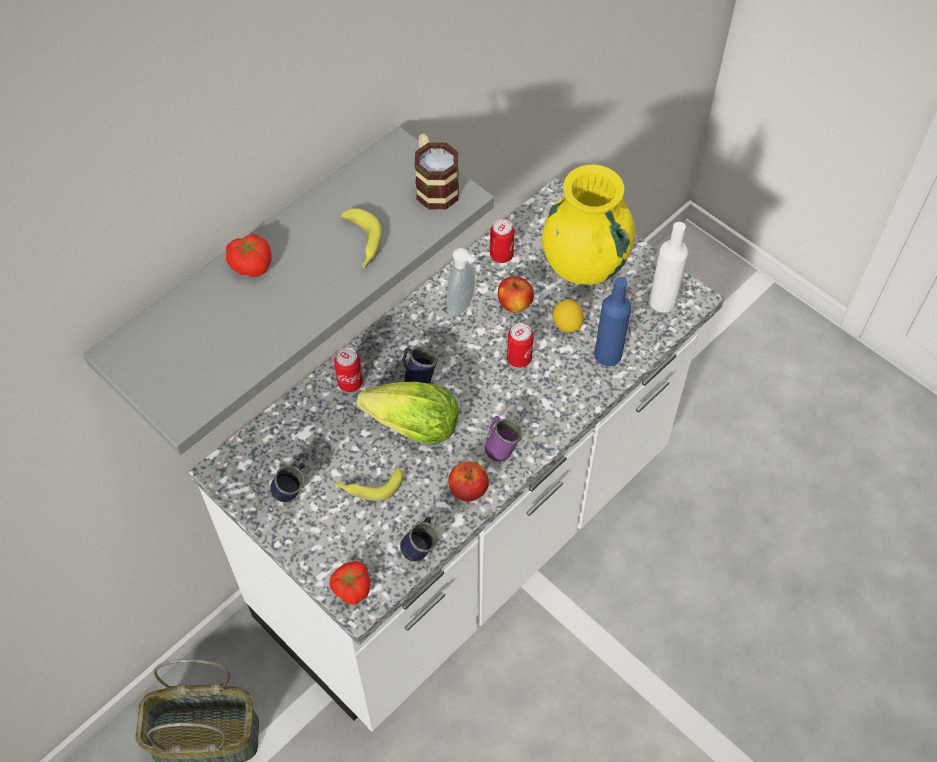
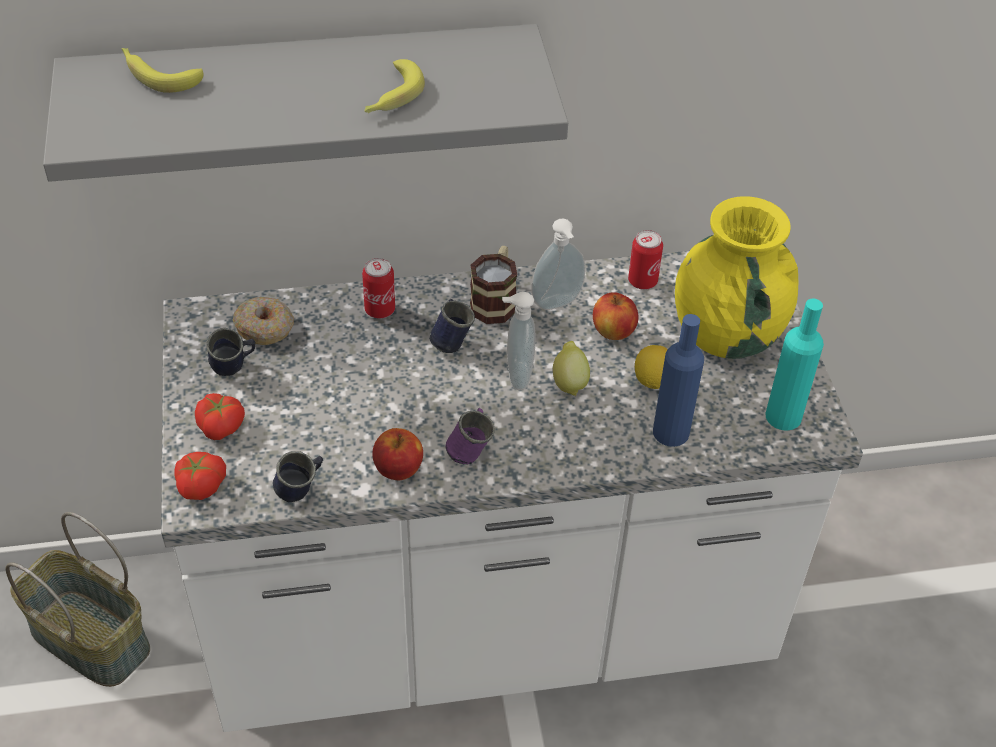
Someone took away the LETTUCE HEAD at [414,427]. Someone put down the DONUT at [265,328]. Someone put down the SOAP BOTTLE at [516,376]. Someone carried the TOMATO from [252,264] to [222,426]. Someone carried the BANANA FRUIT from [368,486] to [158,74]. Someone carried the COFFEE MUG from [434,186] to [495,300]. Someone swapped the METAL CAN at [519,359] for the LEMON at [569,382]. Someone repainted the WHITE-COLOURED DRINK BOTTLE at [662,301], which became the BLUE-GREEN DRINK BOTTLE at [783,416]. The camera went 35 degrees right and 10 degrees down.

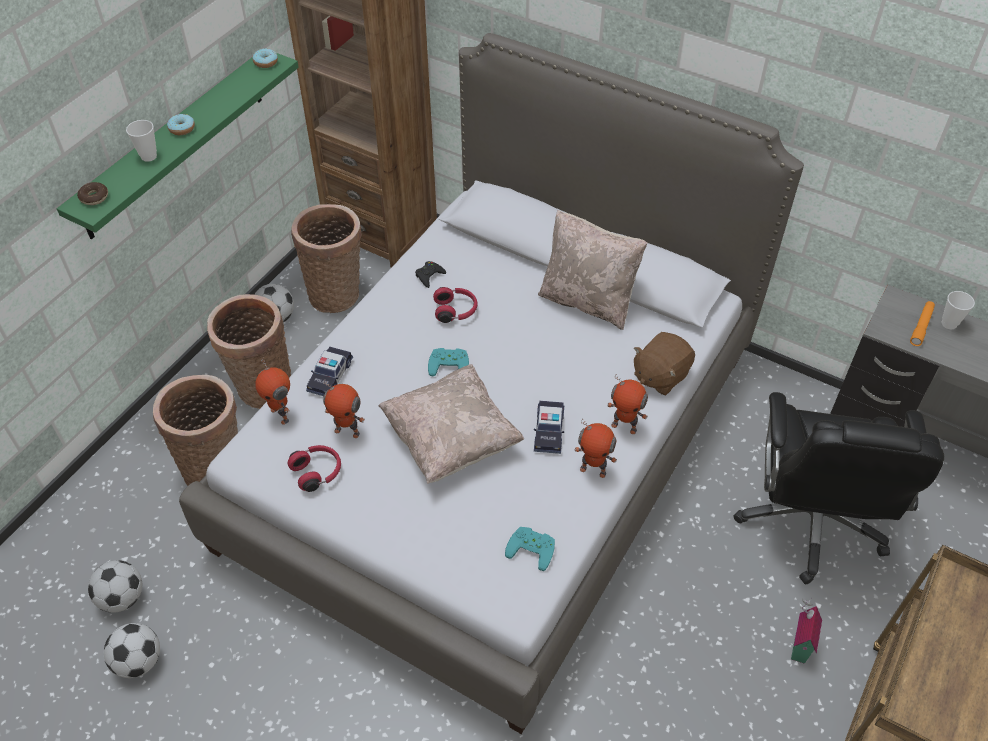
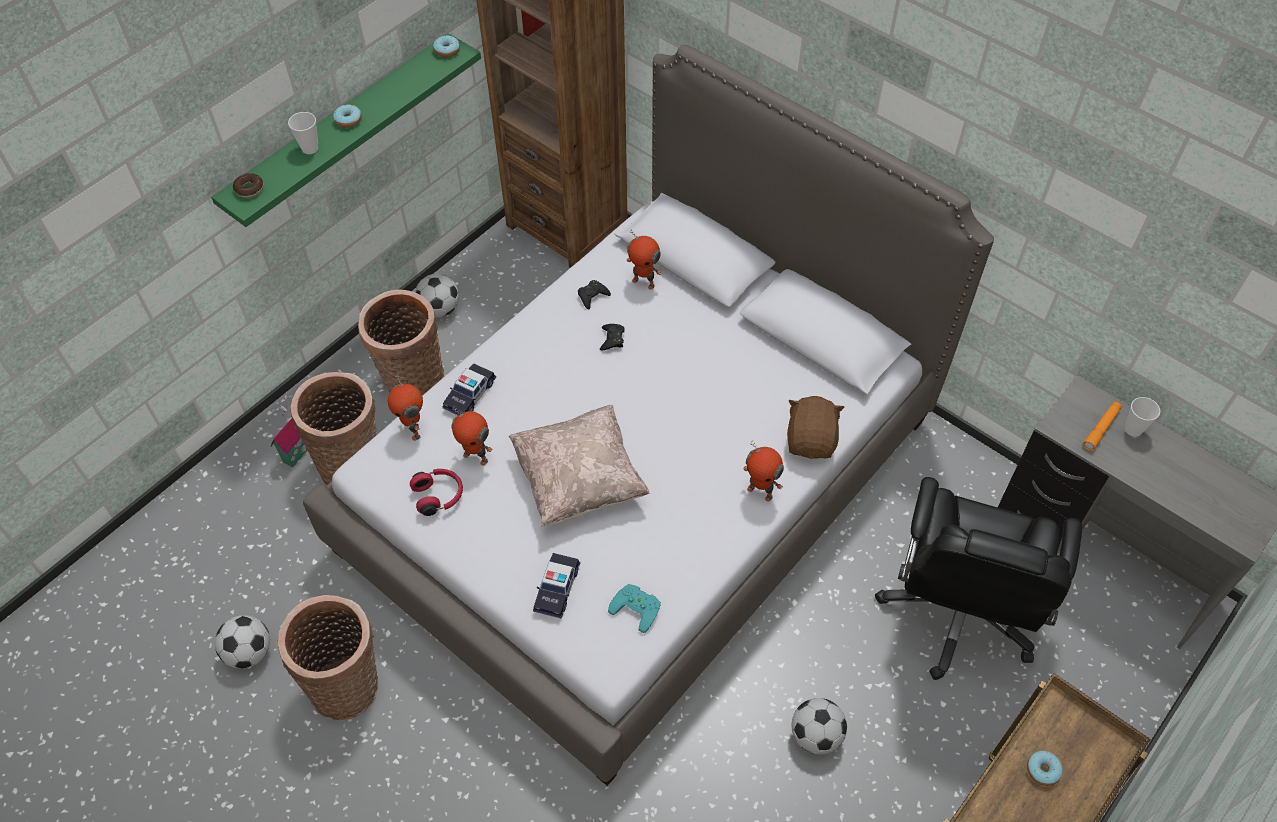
Someone took away the BLUE-GREEN GAME CONTROLLER at [449,363]. Someone took away the BEIGE-COLOURED PILLOW at [587,301]. Someone put down the DONUT at [1042,770]. Someone carried the FOOTBALL from [122,598] to [816,735]. Someone carried the STORAGE BASKET from [336,292] to [349,685]. Someone carried the MODEL CAR from [549,431] to [557,588]. Someone carried the ROBOT FIGURE from [593,470] to [644,282]. Someone carried the MINIATURE HOUSE from [797,646] to [295,453]. Someone swapped the RED HEADPHONES at [456,310] for the BLACK GAME CONTROLLER at [612,339]. Someone rotated the BROWNISH SOFT TOY at [660,375] by 135 degrees clockwise. The camera went 10 degrees right and 5 degrees up.

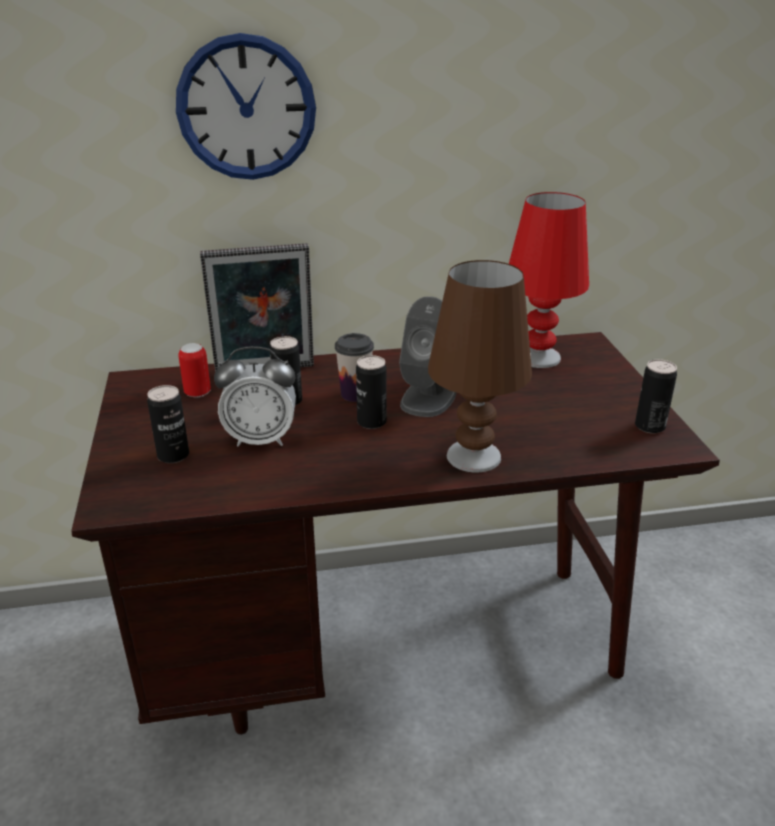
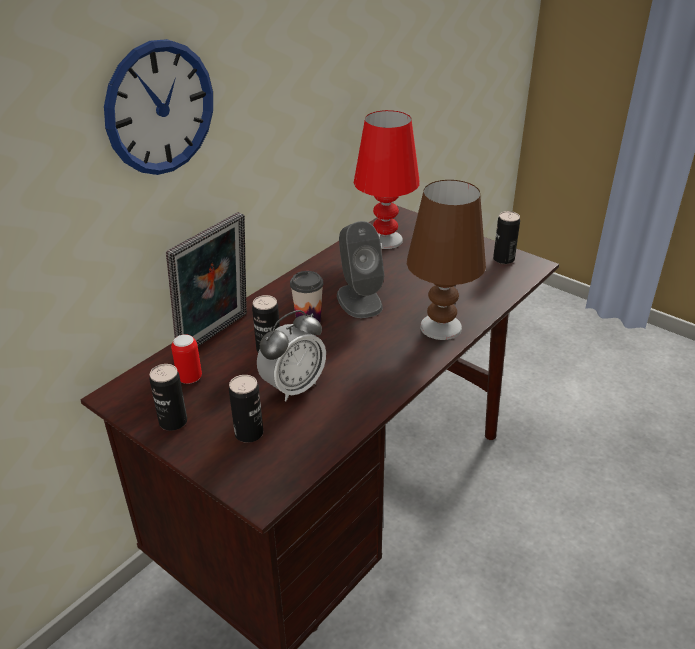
Someone carried the METAL CAN from [371,422] to [173,422]. The camera went 40 degrees left and 5 degrees up.

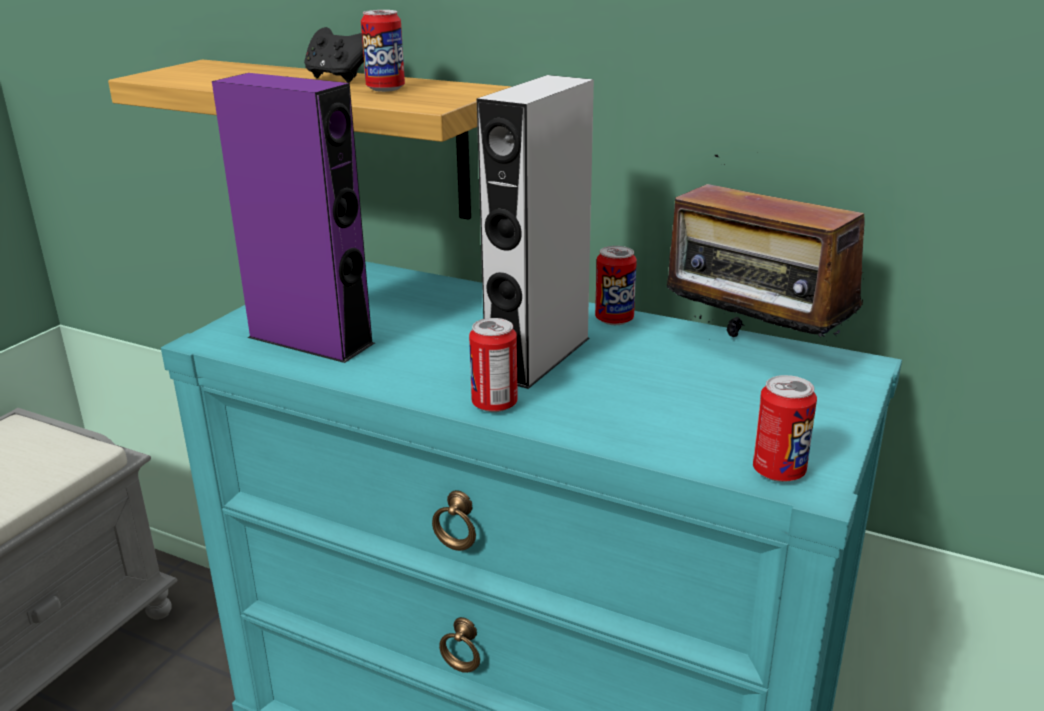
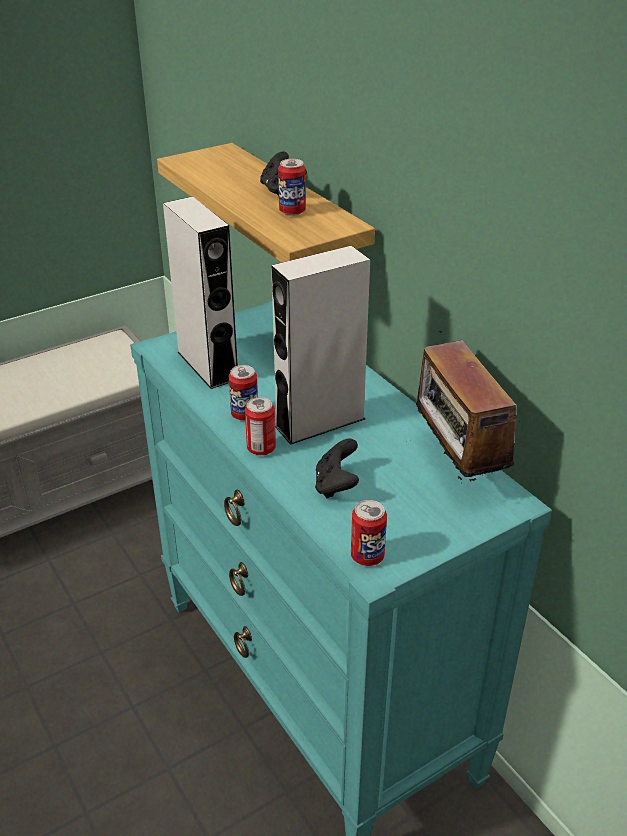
Someone put down the BLACK GAME CONTROLLER at [336,485]. Someone carried the METAL CAN from [614,320] to [244,415]. Someone repainted the PURPLISH SPEAKER at [311,340], which became the GREY SPEAKER at [207,365]. The camera went 30 degrees right and 10 degrees up.

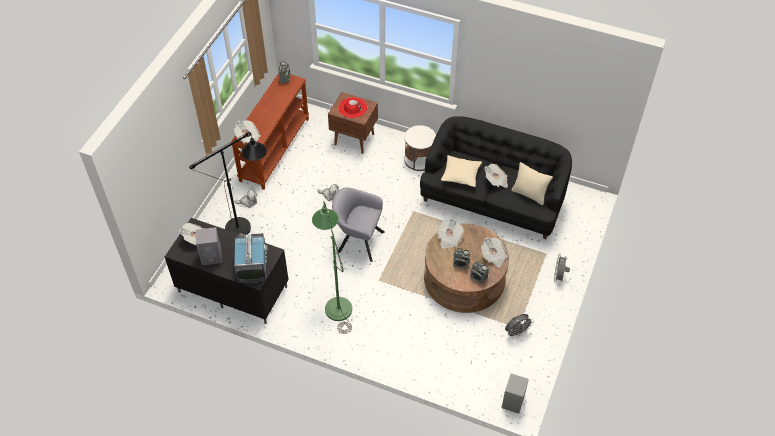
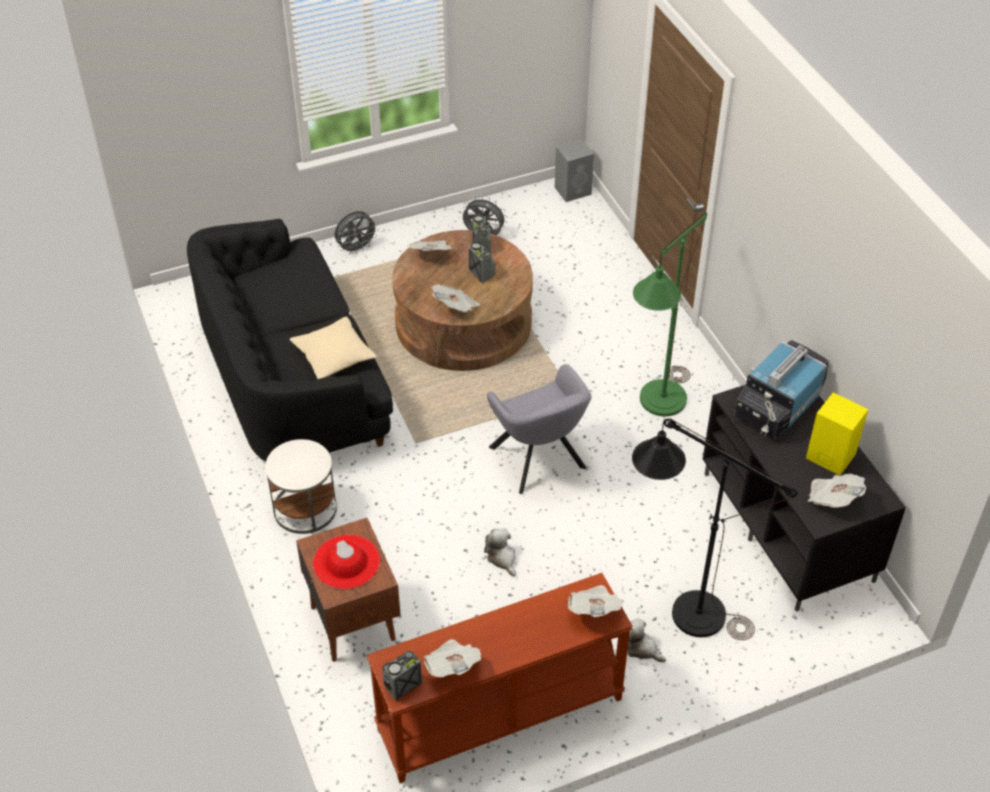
Someone took away the BEIGE-COLOURED PILLOW at [529,194]. Someone carried the PRINTED PAPER from [496,181] to [452,666]. Someone repainted the GREY SPEAKER at [212,256], which became the YELLOW SPEAKER at [829,455]. The camera went 135 degrees left and 5 degrees down.

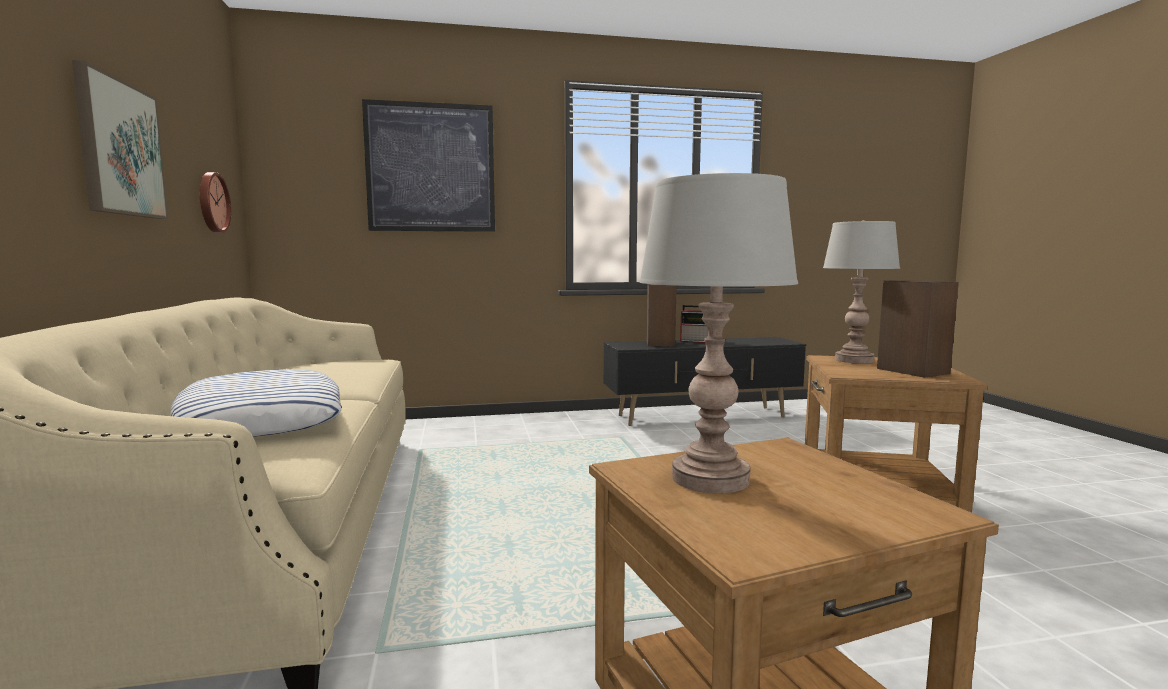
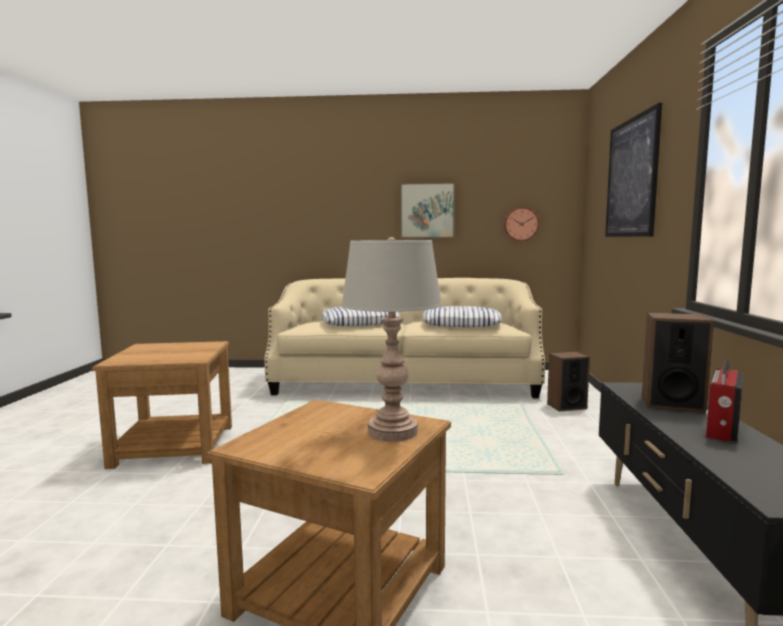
Someone took away the GREY TABLETOP LAMP at [710,478]. Someone put down the PILLOW at [461,324]. Someone carried the SPEAKER from [912,371] to [566,406]. The camera went 105 degrees right and 0 degrees up.

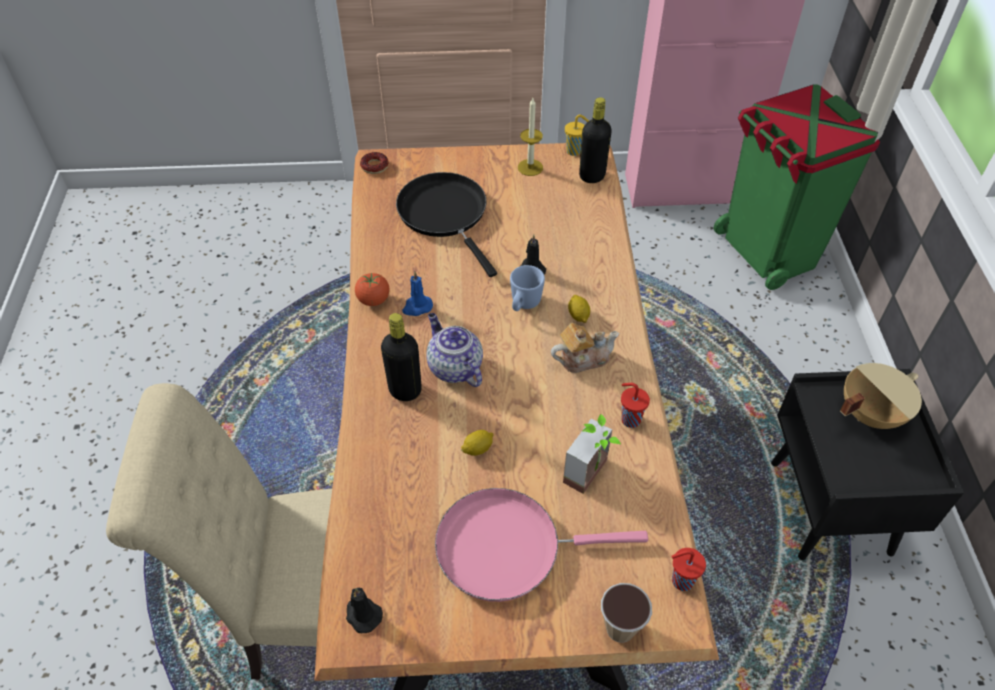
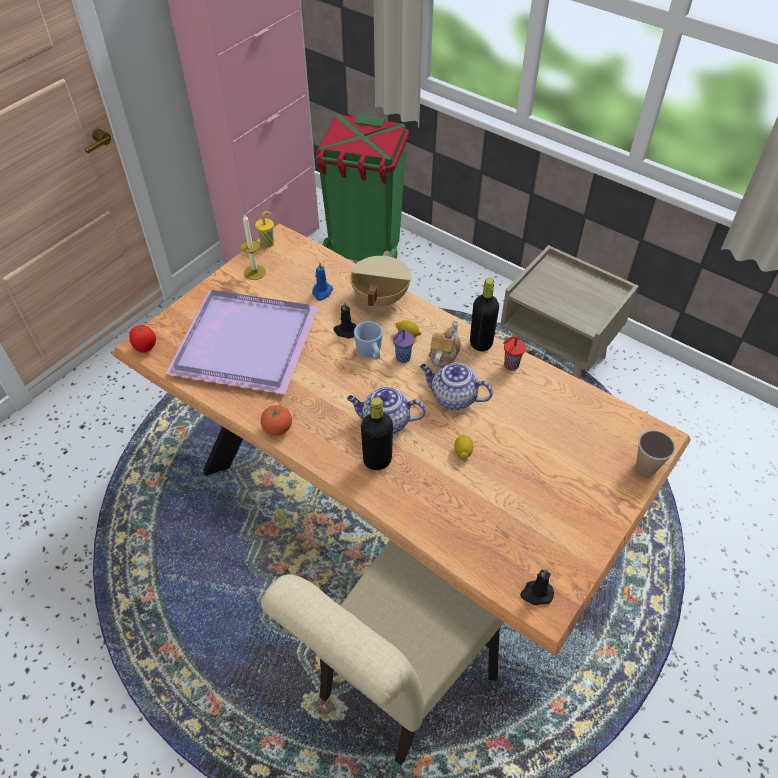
Someone took away the PINK SKILLET at [507,547]. Someone took away the POTTED PLANT at [593,476]. Someone took away the RED SMALL CUP at [680,581]. Someone put down the PURPLISH SMALL CUP at [402,358]. Someone put down the POT FOR TEA at [453,398]. Someone carried the BLUE-COLOURED CANDLE from [417,307] to [322,292]. Someone carried the BLACK DRINK BOTTLE from [592,176] to [481,343]. Someone carried the BEIGE-COLOURED STOCKPOT from [869,413] to [379,298]. Someone swapped the DONUT at [374,166] for the TOMATO at [146,348]. Someone swapped the BLACK SKILLET at [445,214] for the PURPLISH TRAY at [244,341]. Someone repainted the BLACK BEDSIDE TABLE at [832,508], which became the BEIGE-COLOURED BEDSIDE TABLE at [556,359]. The camera went 50 degrees left and 0 degrees up.

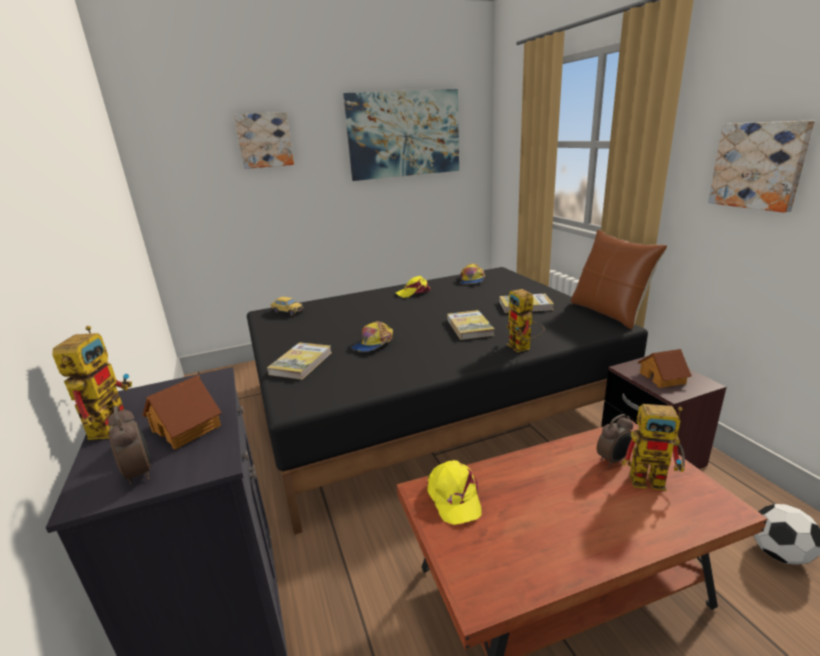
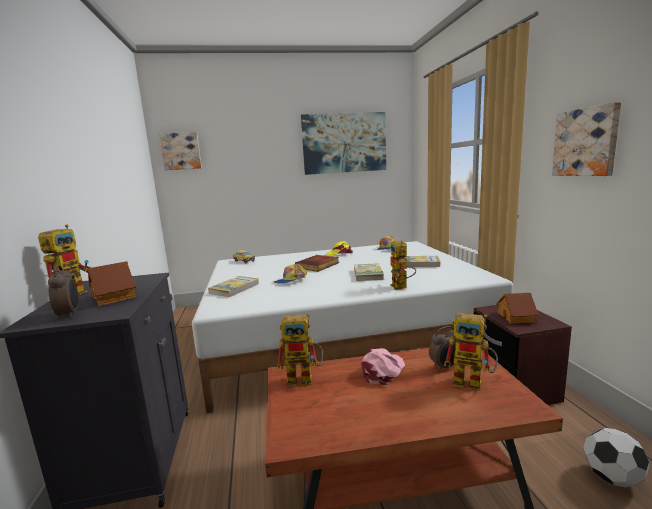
Someone took away the BROWNISH PILLOW at [608,313]. Someone put down the BOUND BOOK at [318,265]. Someone put down the PINK BASEBALL CAP at [383,371]. Someone carried the WALL ART from [264,140] to [181,151]. Someone swapped the YELLOW BASEBALL CAP at [454,497] for the ROBOT FIGURE at [305,378]. Someone repainted the BLACK SLEEPING BED at [430,400], which became the WHITE-COLOURED SLEEPING BED at [342,336]. The camera went 10 degrees right and 10 degrees down.

